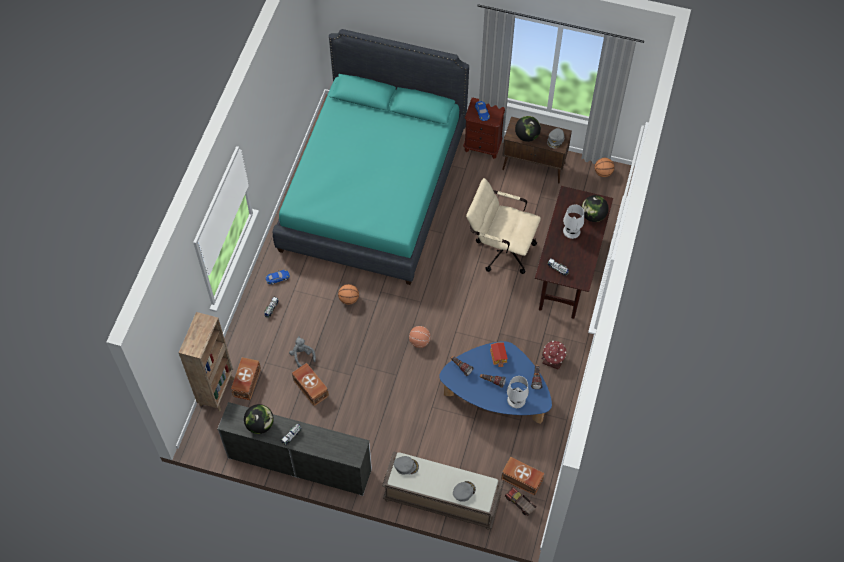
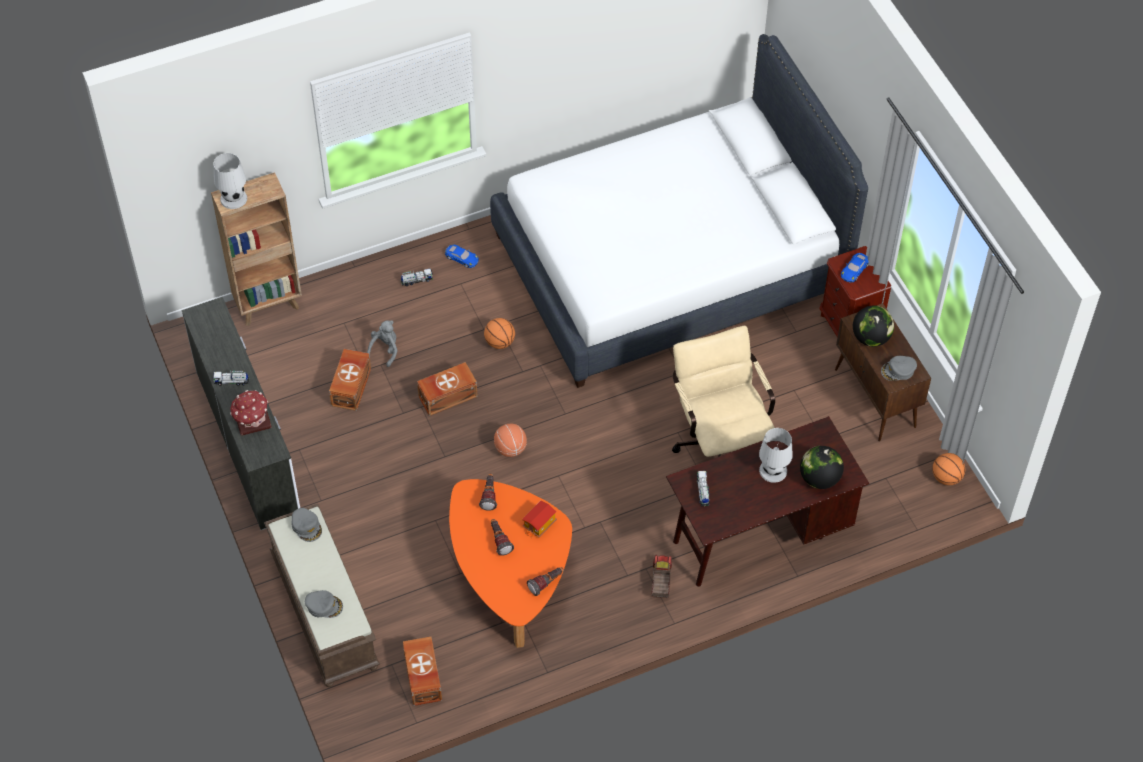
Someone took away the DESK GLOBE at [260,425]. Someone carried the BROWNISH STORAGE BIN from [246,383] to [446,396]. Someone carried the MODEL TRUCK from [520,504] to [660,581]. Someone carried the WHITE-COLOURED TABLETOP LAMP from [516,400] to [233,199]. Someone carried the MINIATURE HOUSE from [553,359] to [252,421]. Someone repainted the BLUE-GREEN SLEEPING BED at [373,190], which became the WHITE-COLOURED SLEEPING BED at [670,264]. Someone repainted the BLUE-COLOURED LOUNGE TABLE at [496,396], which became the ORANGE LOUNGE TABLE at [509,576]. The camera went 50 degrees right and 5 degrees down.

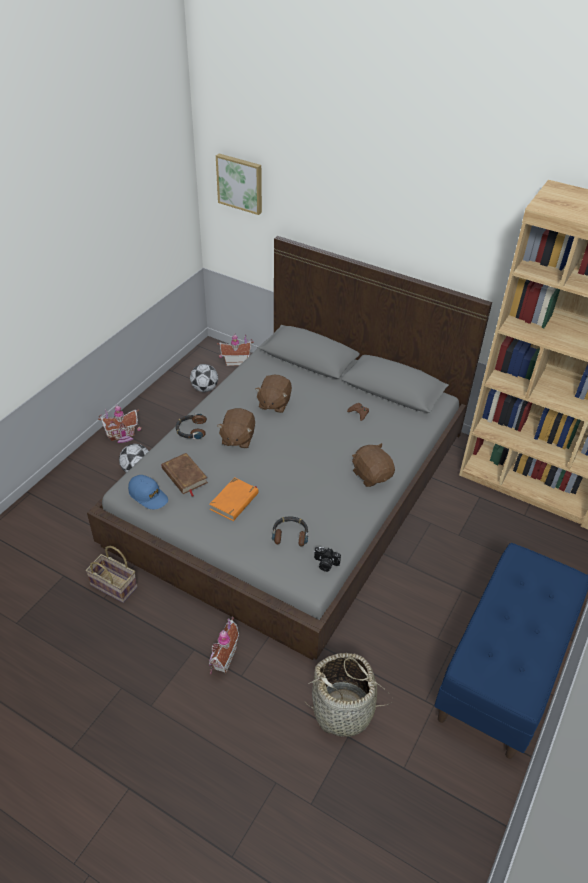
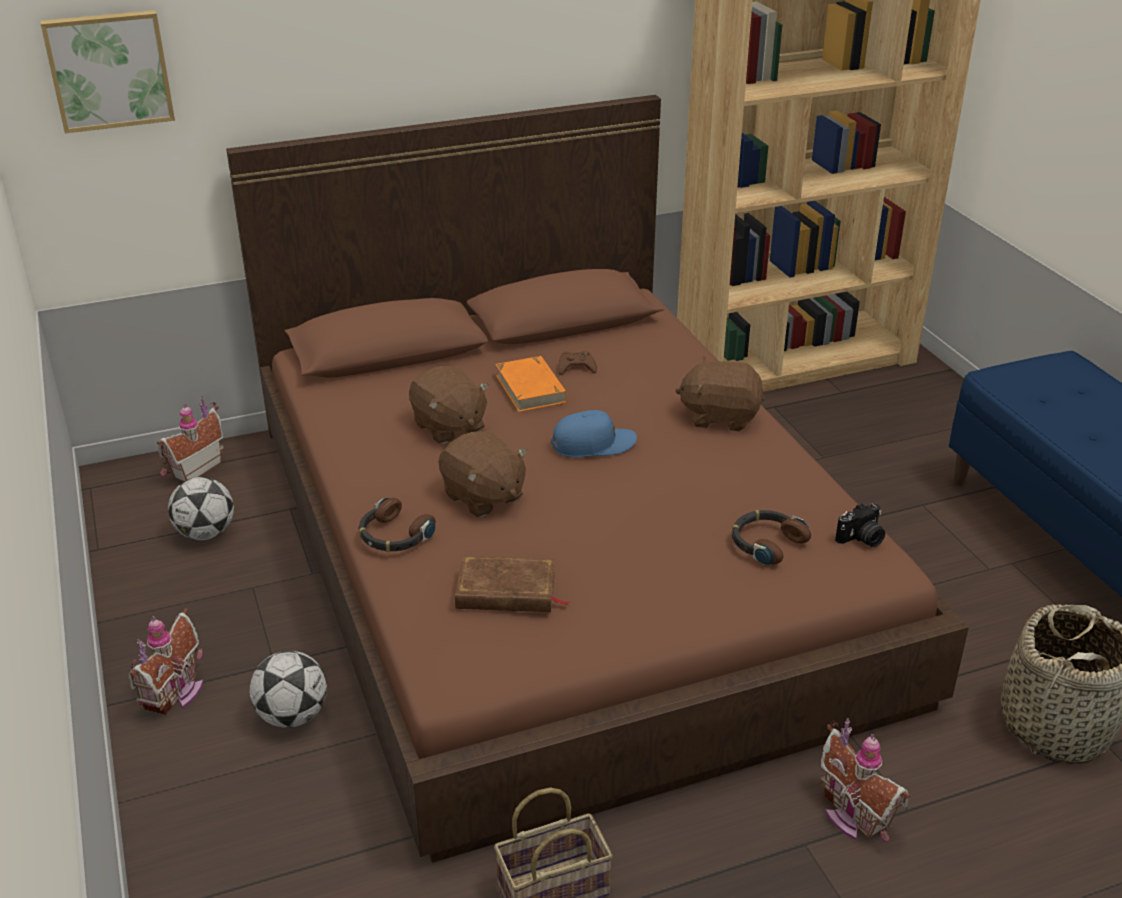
Someone carried the BLUE-COLOURED BASEBALL CAP from [148,495] to [593,444]. Someone carried the ORANGE BOUND BOOK from [234,501] to [531,388]. Someone repainted the GREY SLEEPING BED at [293,485], which became the BROWNISH SLEEPING BED at [560,551]. The camera went 50 degrees left and 10 degrees down.

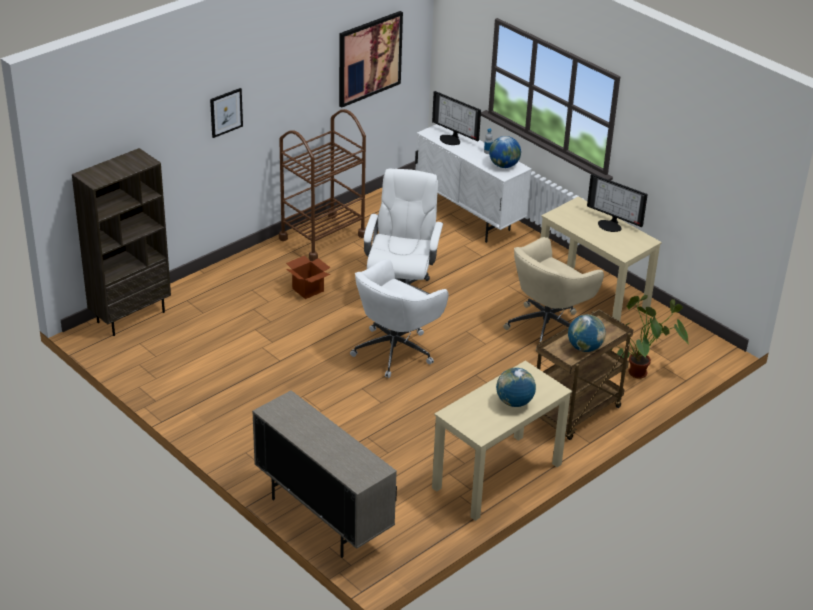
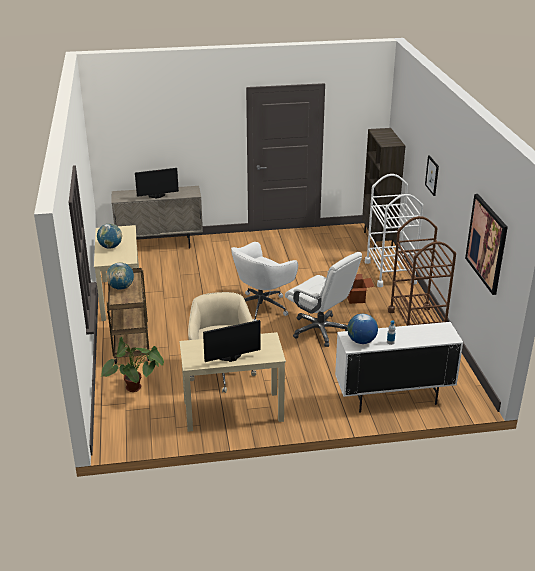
Someone put down the WHITE-COLOURED WHEELED CART at [390,272]. Someone carried the MONITOR from [451,139] to [157,196]. Someone rotated the WHITE-COLOURED DESK CHAIR at [395,350] by 120 degrees counterclockwise. The camera went 125 degrees right and 5 degrees down.

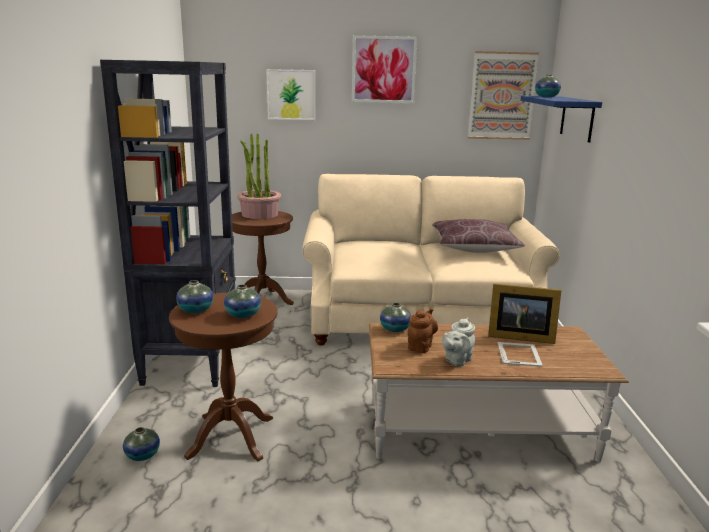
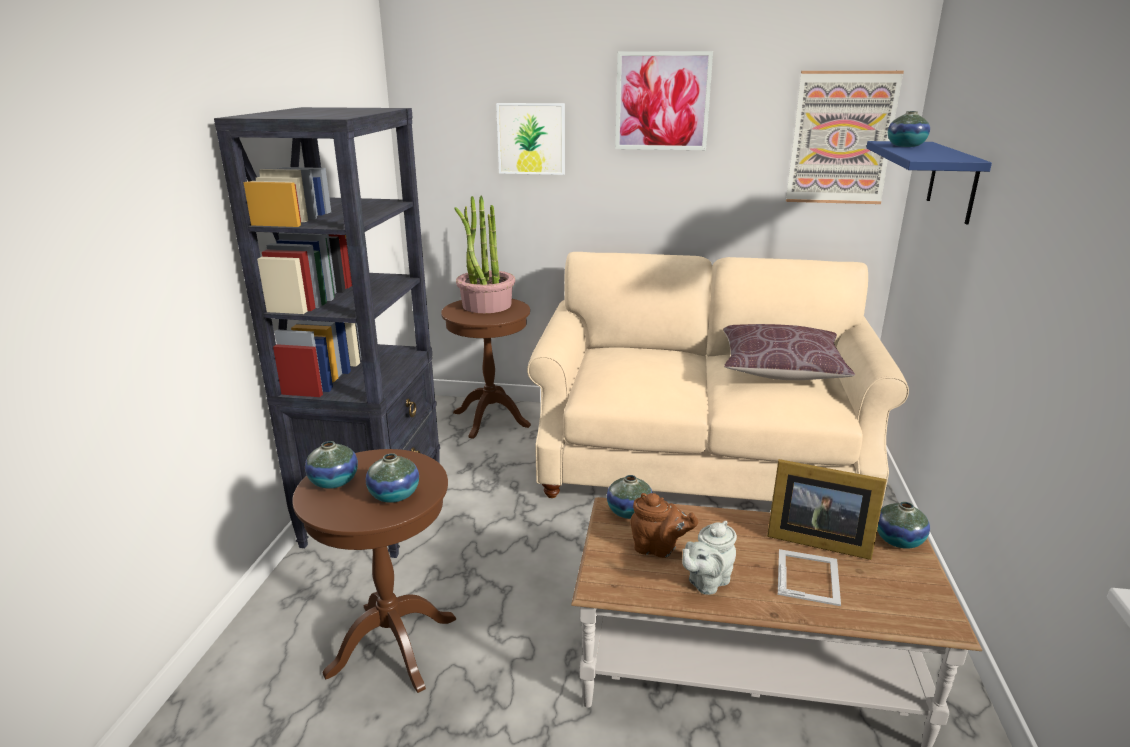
Someone carried the FLOWER VASE from [142,455] to [898,540]. Someone rotated the BROWNISH POT FOR TEA at [421,346] by 75 degrees clockwise. The camera went 10 degrees right and 5 degrees up.

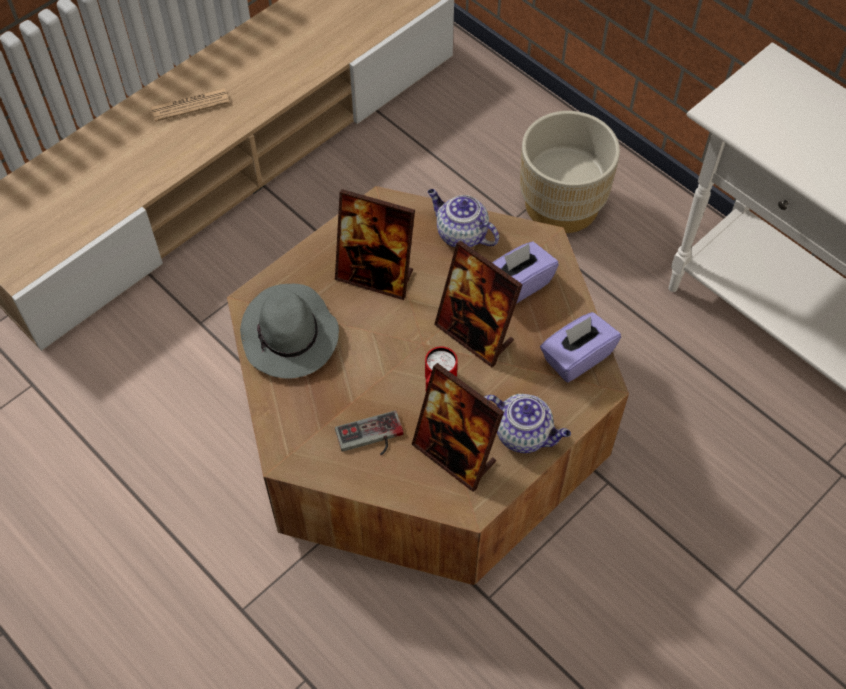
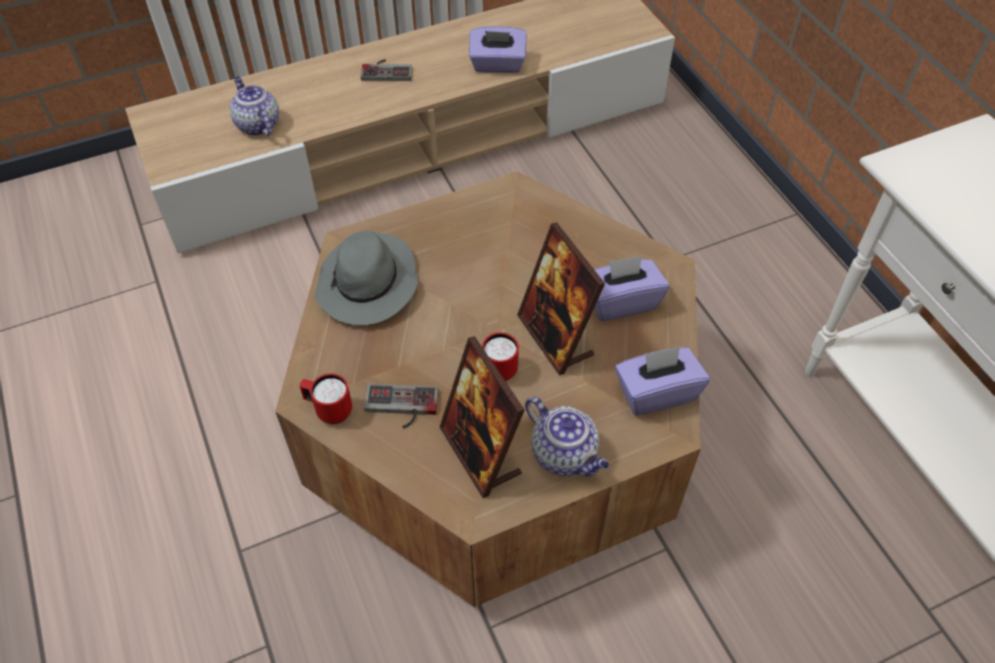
Someone took away the STANDING FRAME at [375,276]. Someone took away the BEIGE-COLOURED PLANTER at [562,205]. Someone put down the RED COFFEE MUG at [329,410]. Someone put down the PURPLISH BOX OF TISSUES at [497,65]. Someone carried the POT FOR TEA from [460,234] to [257,124]. Someone swapped the PRINTED PAPER at [190,105] for the GAME CONTROLLER at [387,70]. The camera went 20 degrees right and 5 degrees down.

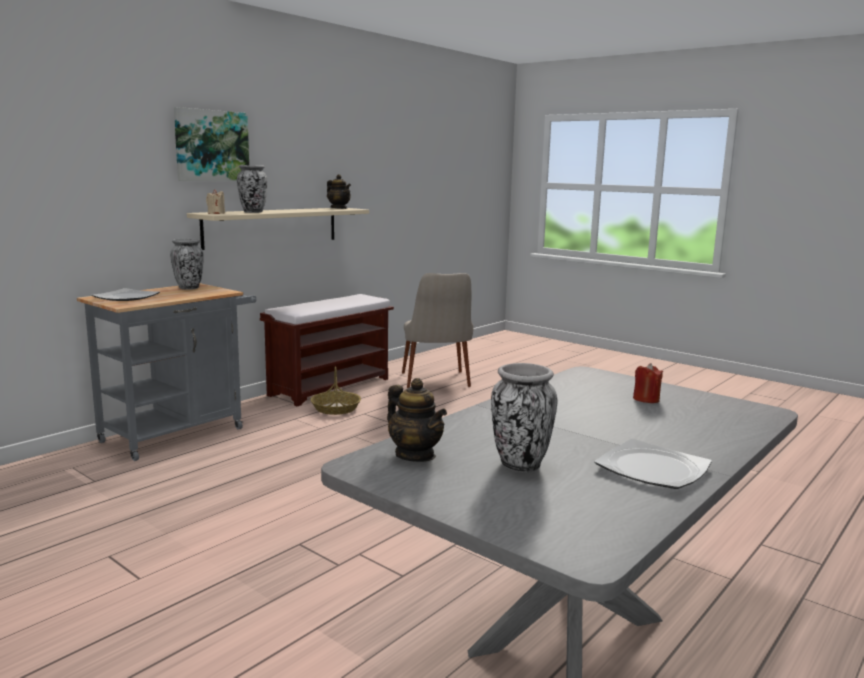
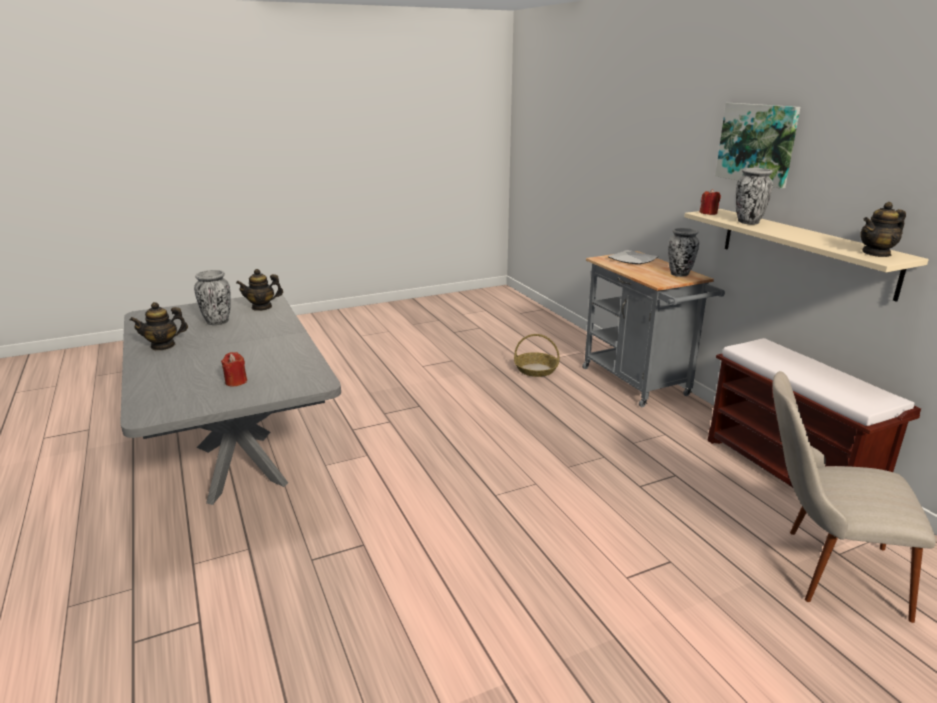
Someone carried the STORAGE BASKET from [335,408] to [536,369]. Someone swapped the DINNER PLATE at [652,468] for the POT FOR TEA at [163,346]. Someone repainted the BEIGE-COLOURED CANDLE at [216,213], which became the RED CANDLE at [708,213]. The camera went 115 degrees right and 10 degrees up.

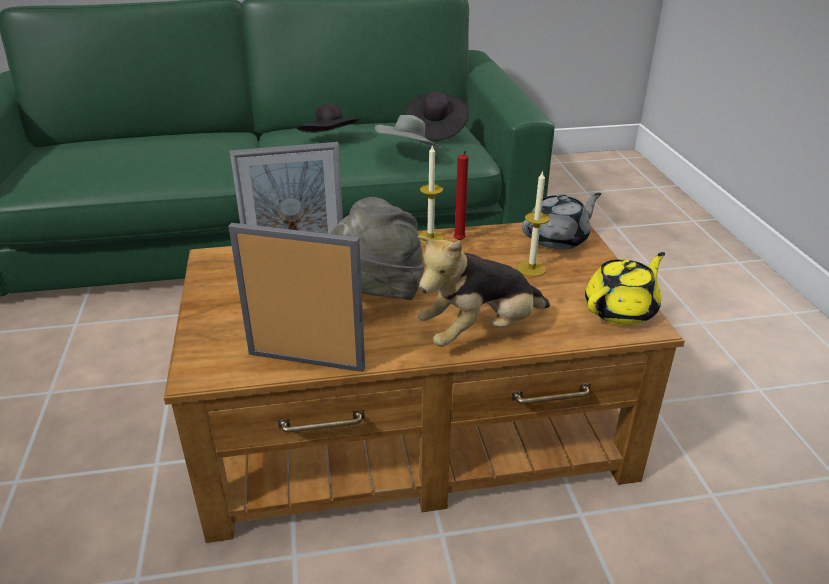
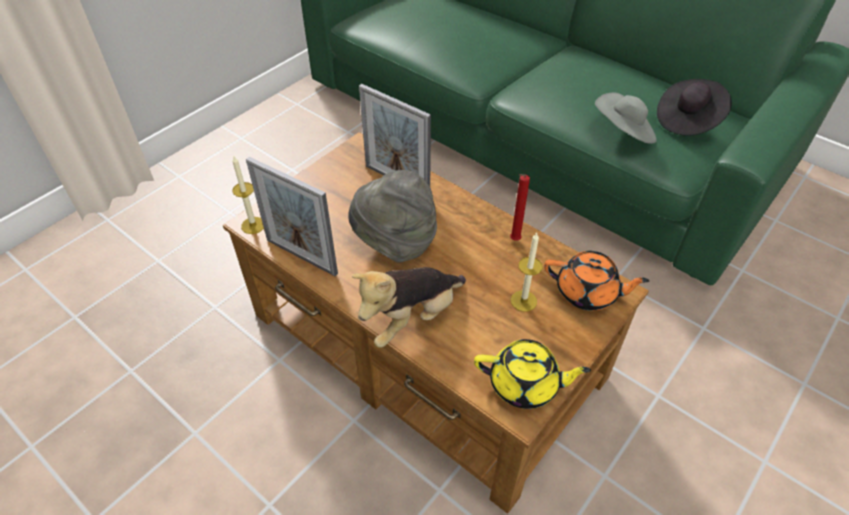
Someone took away the BLACK WEARABLE HAT at [331,141]. Someone carried the CANDLE from [430,238] to [253,225]. Someone repainted the GREY POT FOR TEA at [558,239], which became the ORANGE POT FOR TEA at [587,293]. Someone rotated the STANDING FRAME at [306,361] by 150 degrees clockwise. Someone rotated the SOFT TOY at [480,332] by 60 degrees counterclockwise. The camera went 50 degrees right and 15 degrees up.

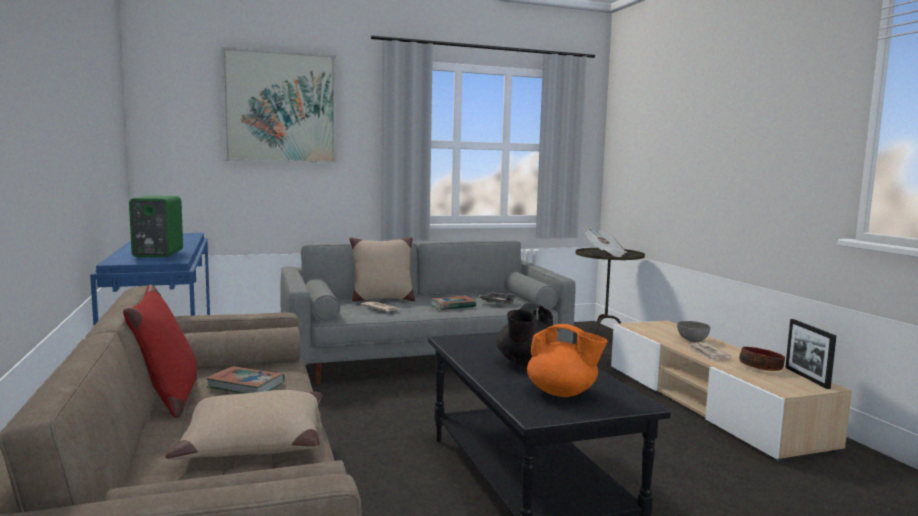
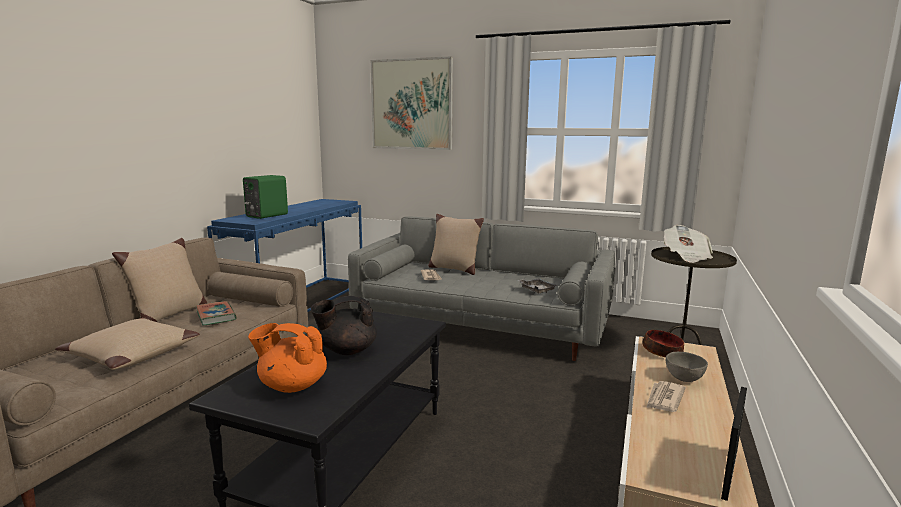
Someone took away the BOUND BOOK at [453,306]. Someone carried the DEEP DISH from [761,368] to [662,352]. Someone repainted the RED PILLOW at [167,400], which became the BEIGE-COLOURED PILLOW at [168,315]. Someone rotated the ORANGE POT FOR TEA at [562,393] by 120 degrees clockwise. The camera went 40 degrees right and 5 degrees up.

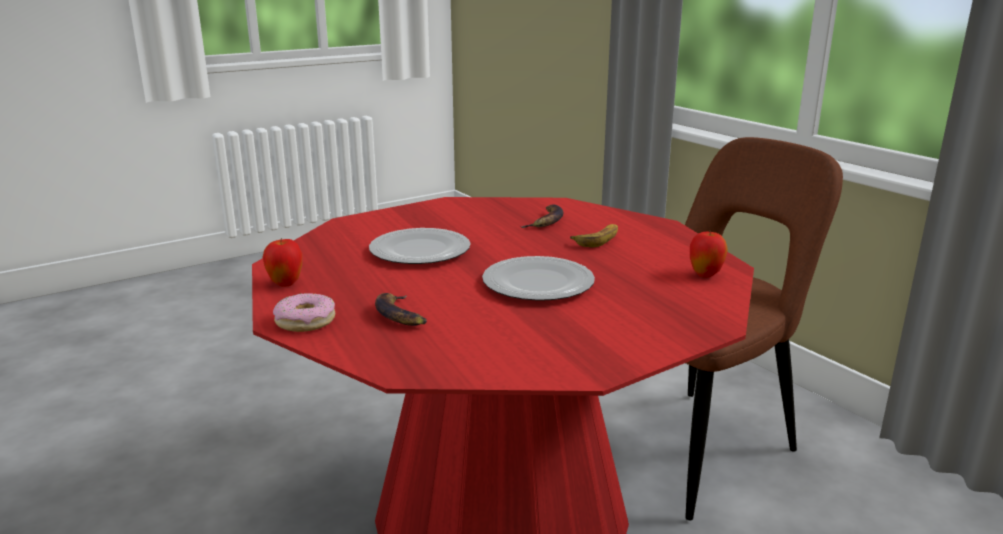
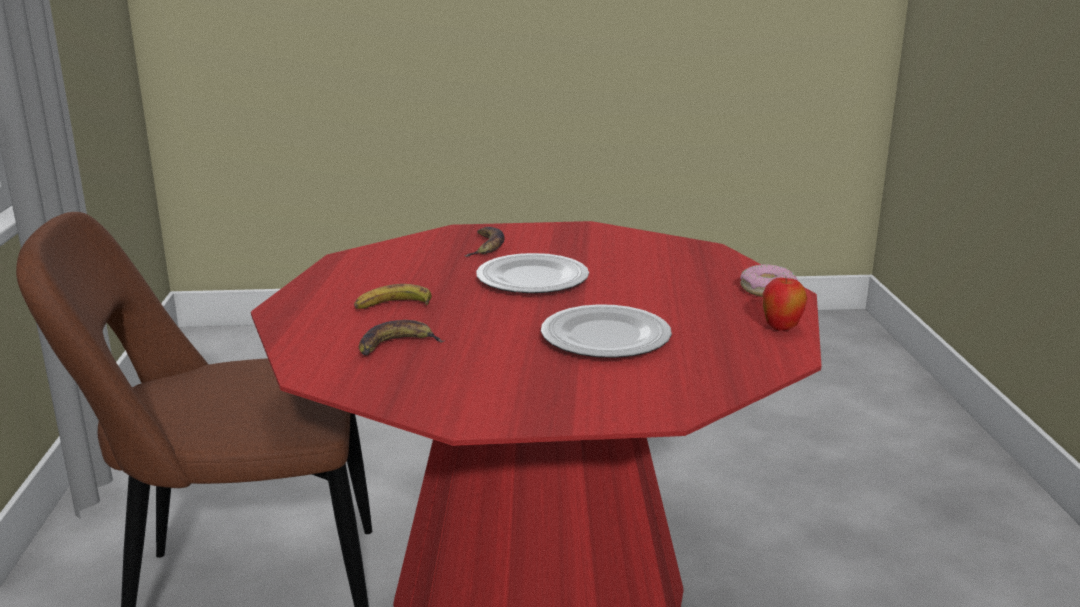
Someone took away the APPLE at [705,275]. Someone carried the BANANA FRUIT from [400,315] to [485,246]. The camera went 150 degrees left and 0 degrees up.

